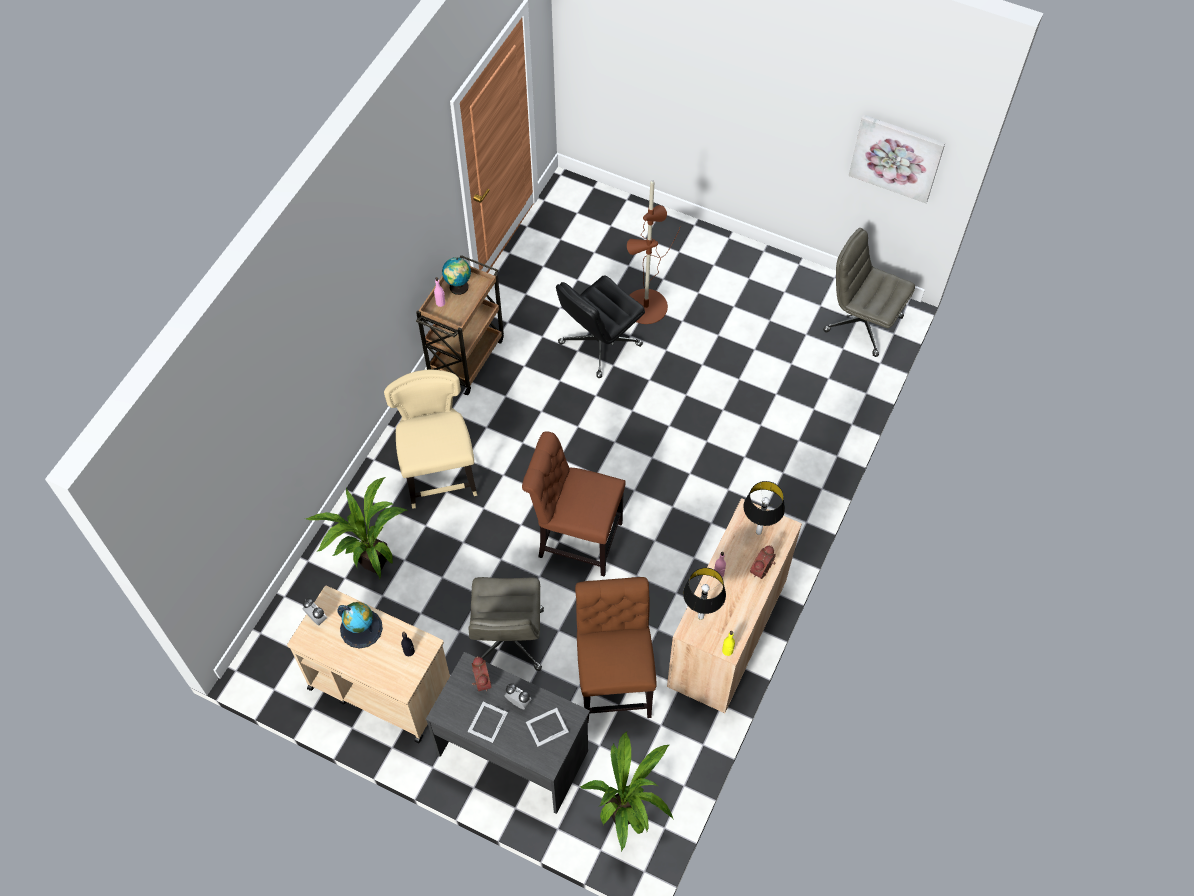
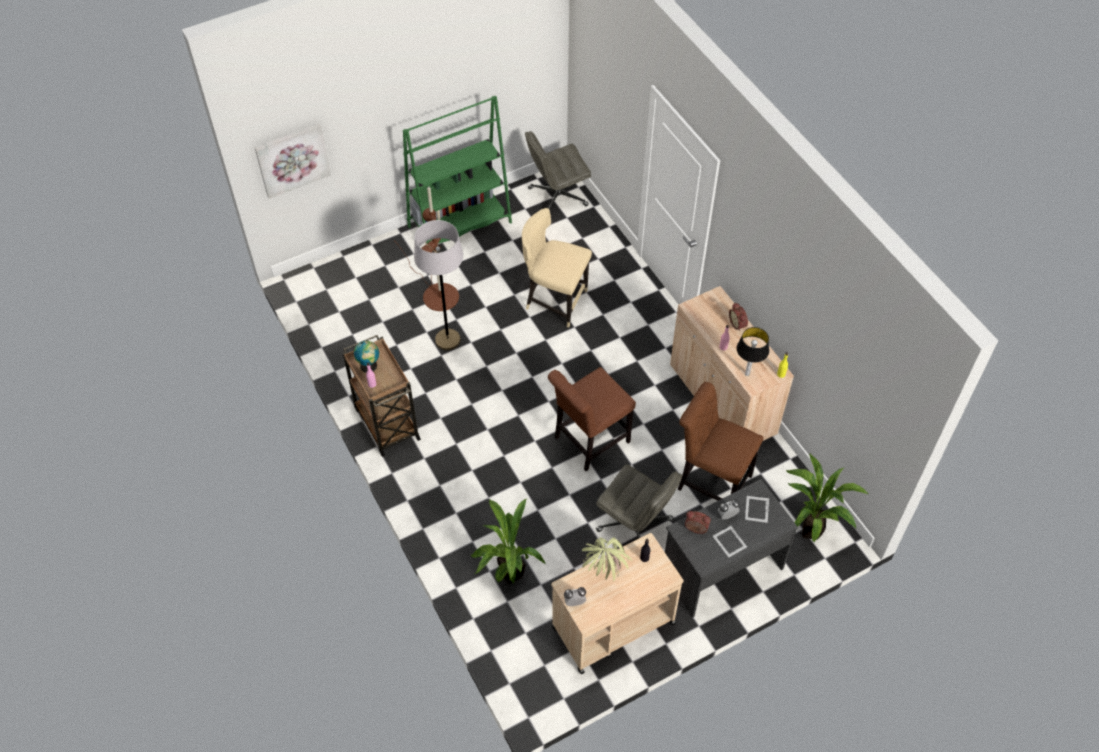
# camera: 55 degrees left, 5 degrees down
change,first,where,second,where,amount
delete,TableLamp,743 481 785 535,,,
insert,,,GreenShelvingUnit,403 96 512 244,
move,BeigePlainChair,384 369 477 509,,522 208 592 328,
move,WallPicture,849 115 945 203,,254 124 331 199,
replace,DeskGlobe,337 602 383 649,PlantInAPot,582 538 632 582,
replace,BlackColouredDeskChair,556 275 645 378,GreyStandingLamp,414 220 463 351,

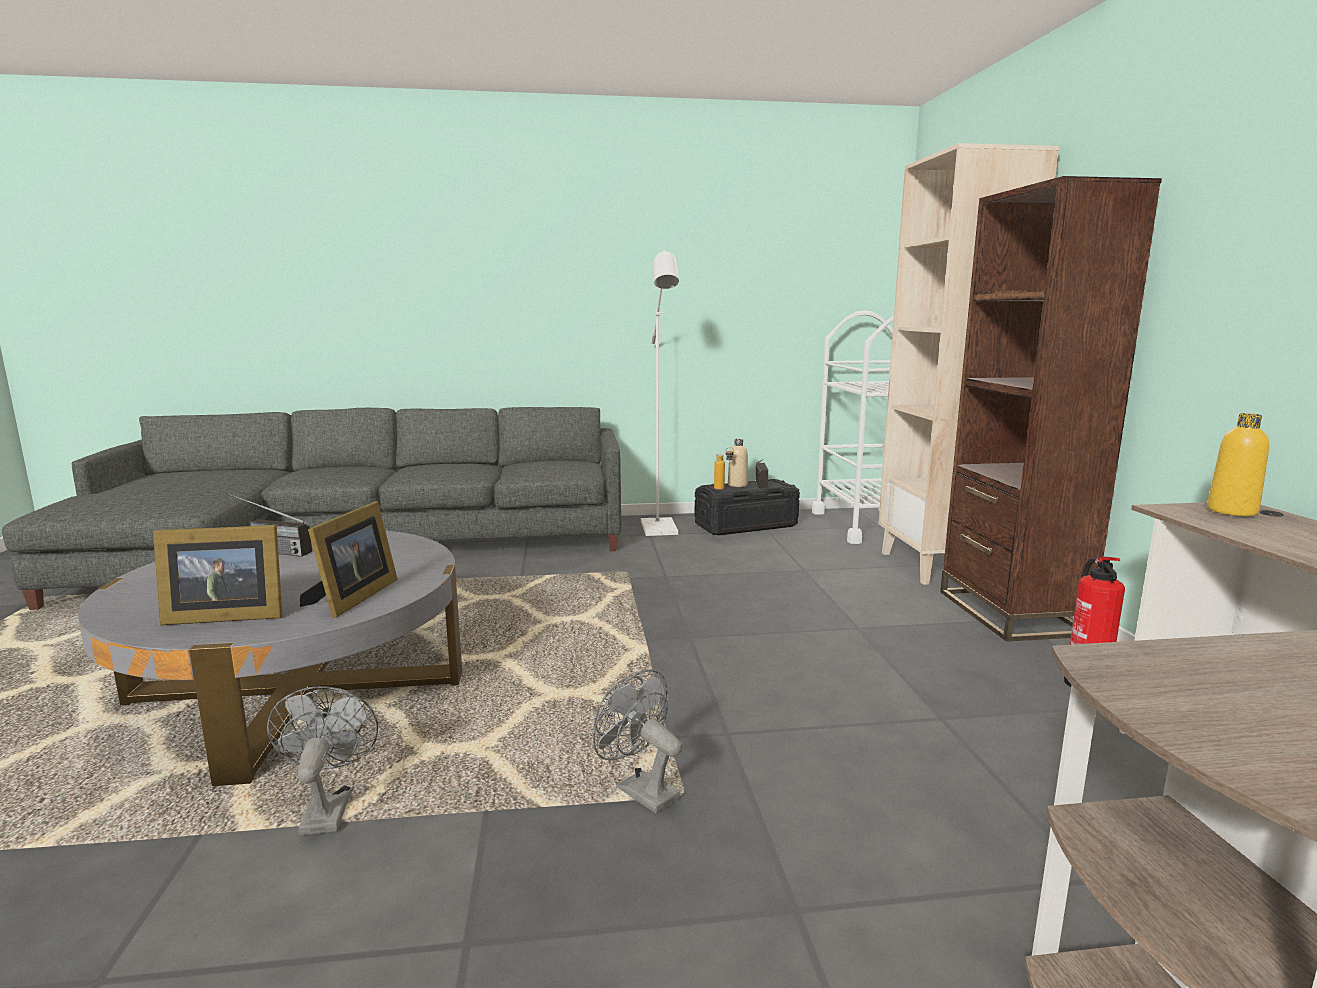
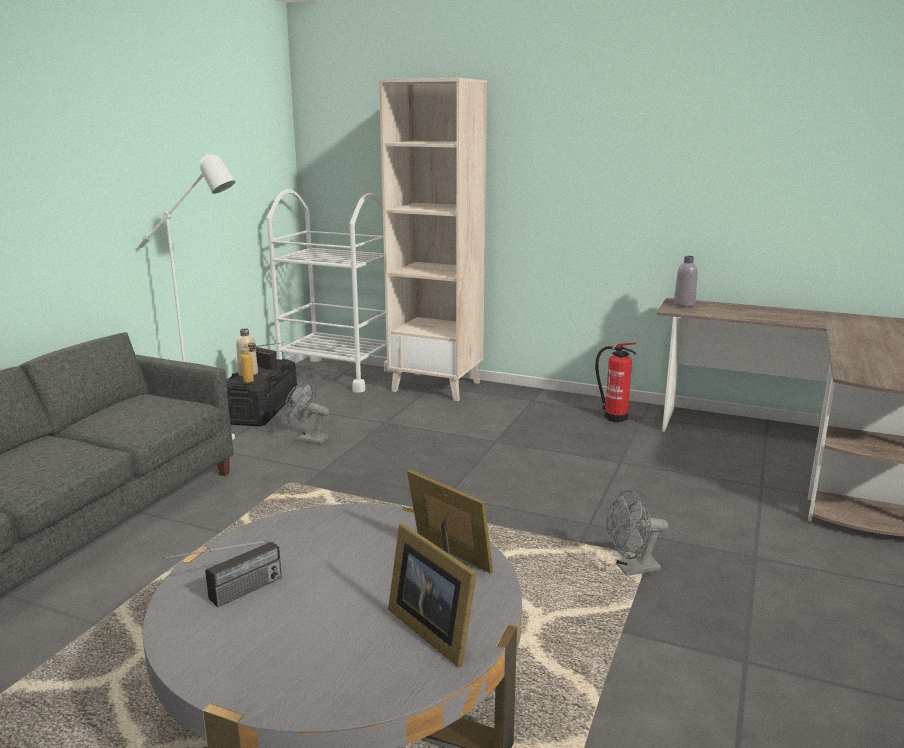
# camera: 60 degrees left, 5 degrees up
change,first,where,second,where,amount
delete,BrownShelvingUnit,940 176 1162 642,,,
move,GreyFan,267 686 378 835,,285 381 329 444,
recolor,YellowishBeverageBottle,1207 413 1269 516,GreyBeverageBottle,674 256 698 307,
rotate,StandingFrame,153 525 283 625,,388 523 477 668,120 degrees clockwise

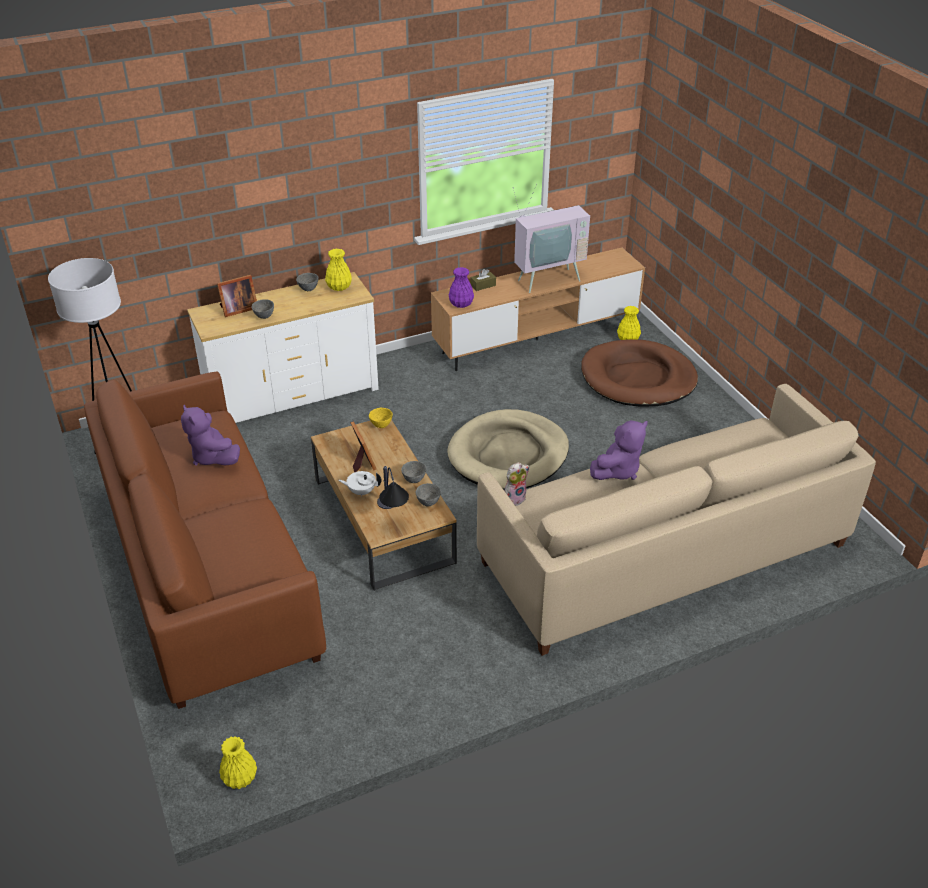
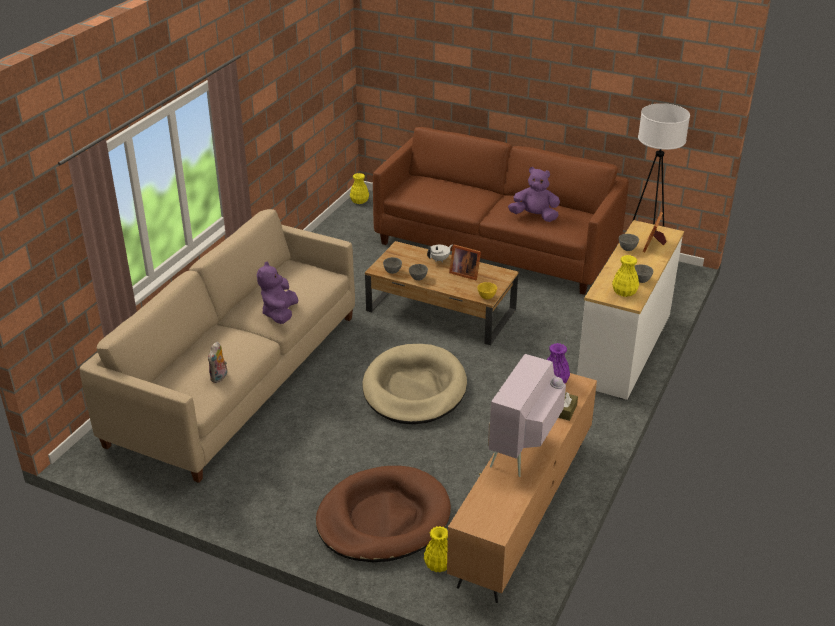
# camera: 140 degrees right, 5 degrees down
change,first,where,second,where,amount
delete,TableLamp,377 466 409 509,,,
move,PlushToy,504 462 530 506,,208 342 227 383,

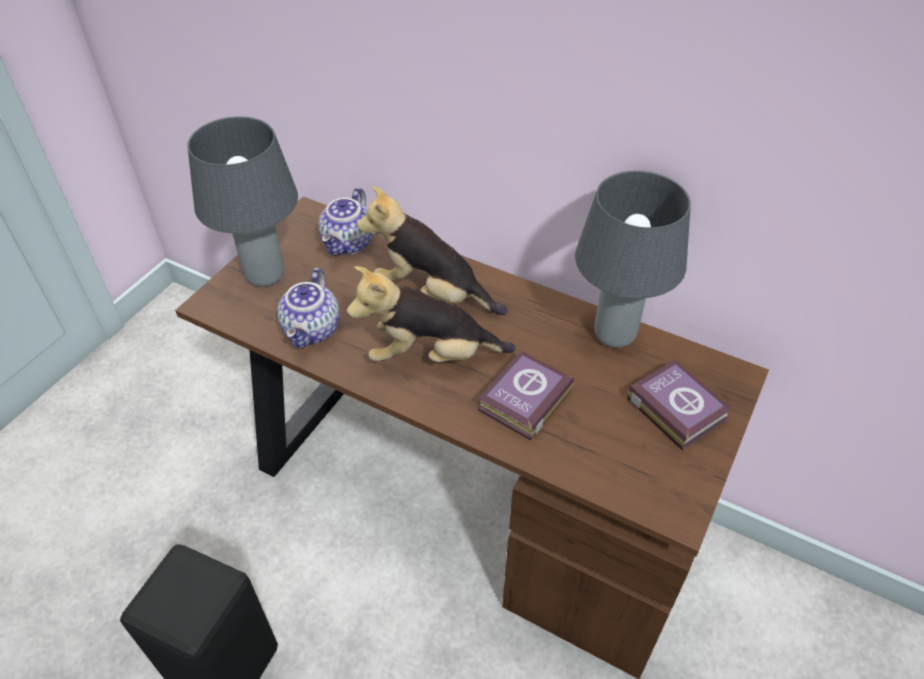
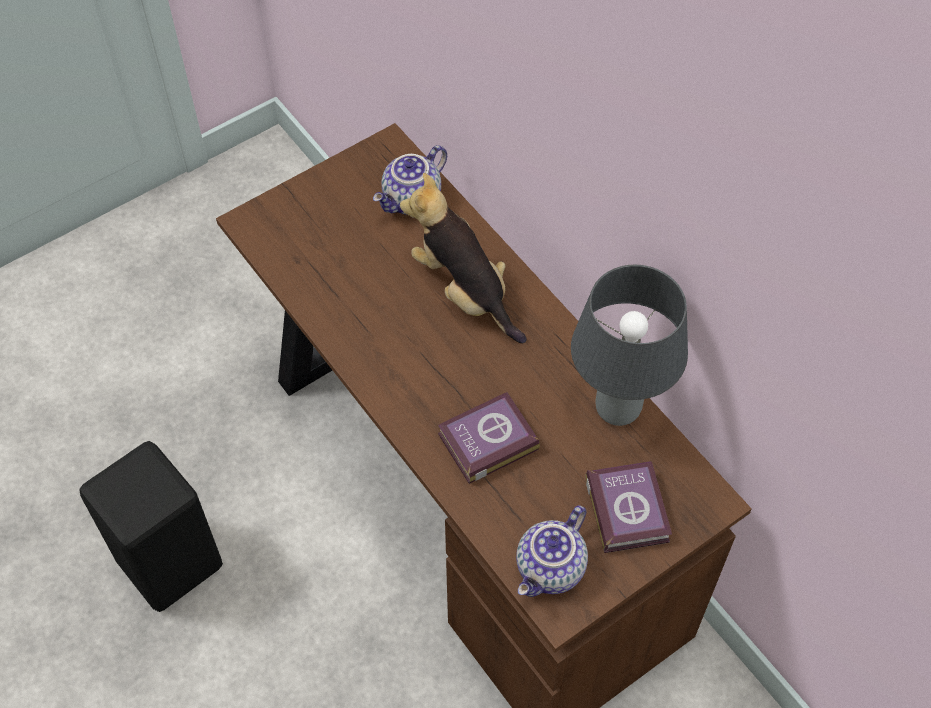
# camera: 25 degrees right, 10 degrees up
change,first,where,second,where,amount
delete,GreyTableLamp,187 116 298 287,,,
delete,PlushToy,347 266 515 362,,,
move,PotForTea,277 268 340 348,,516 505 588 597,

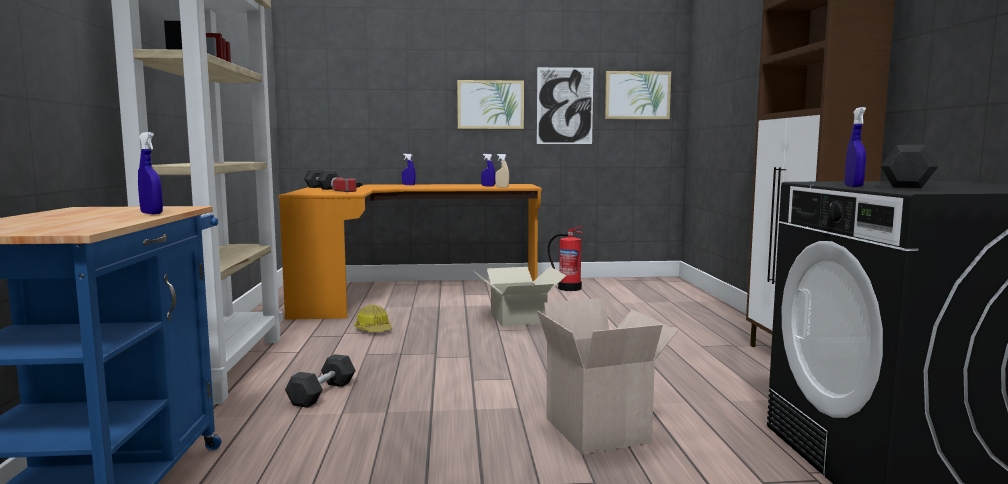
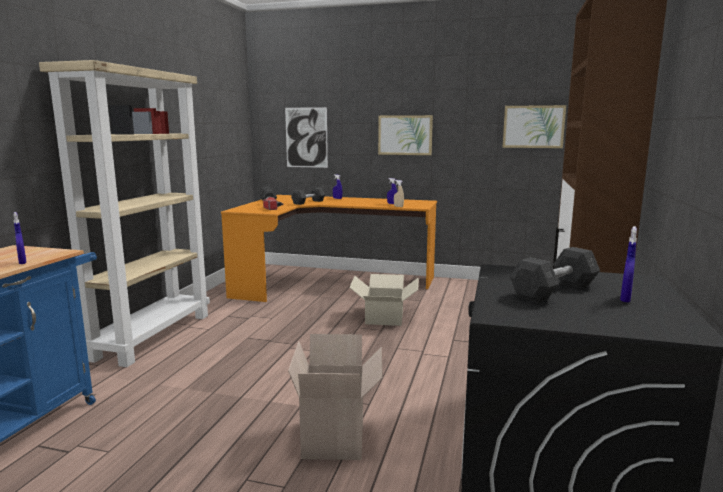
# camera: 20 degrees right, 5 degrees up
change,first,where,second,where,amount
delete,WorkHelmet,354 304 392 332,,,
delete,FireExtinguisher,548 226 583 291,,,
move,GreyHandWeight,285 354 356 408,,291 187 325 205,
move,WallPicture,537 67 594 144,,285 107 328 168,
move,BlueSprayer,845 107 866 187,,620 226 637 302,

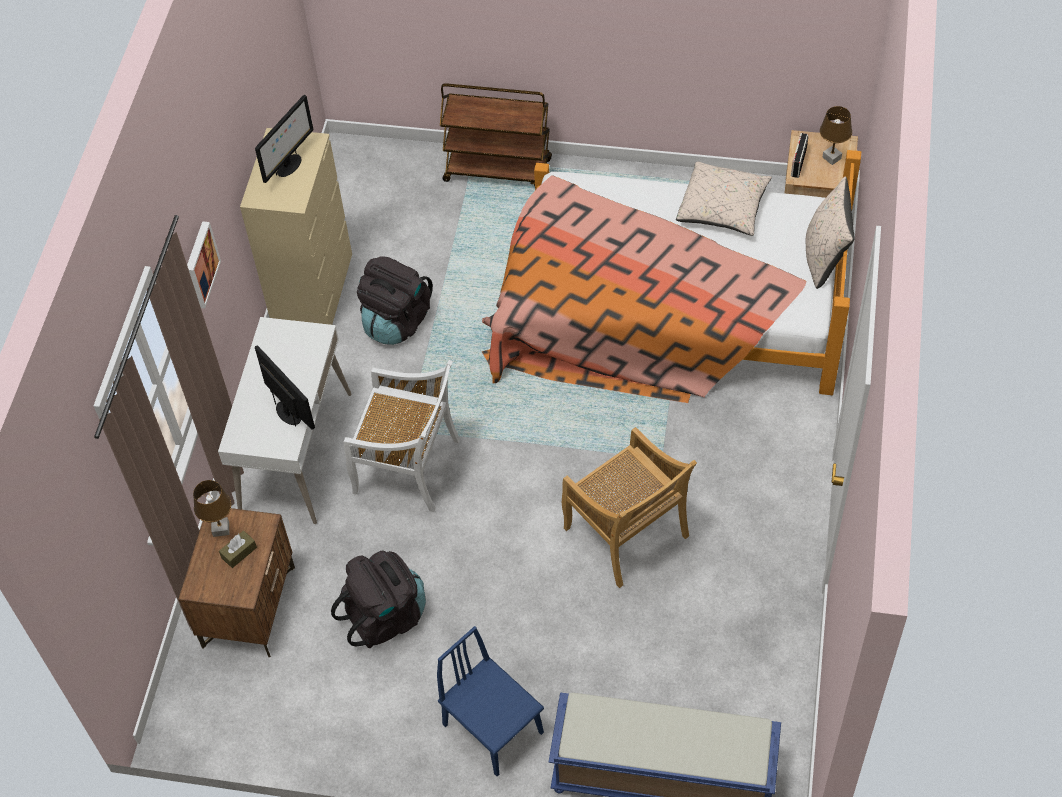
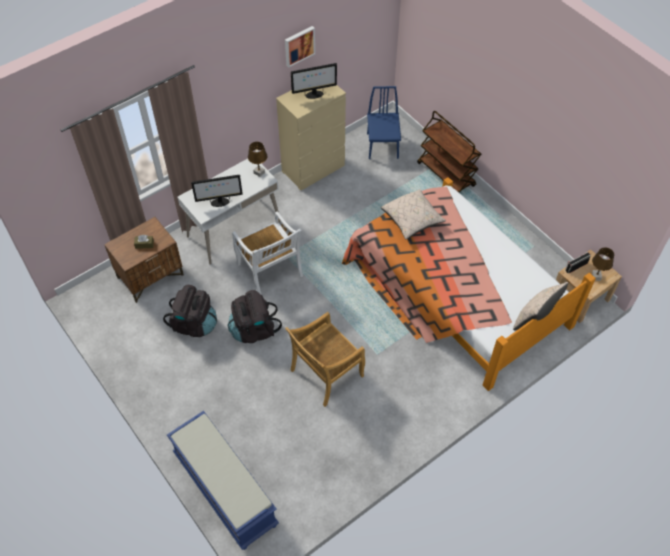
# camera: 40 degrees right, 0 degrees up
change,first,where,second,where,amount
move,WallPicture,187 221 221 308,,285 26 315 67,
move,BrownTableLamp,193 480 231 537,,248 142 267 177,
move,BlackColouredKnapsack,357 256 433 345,,228 290 282 343,
move,BluePlainChair,437 626 544 776,,367 86 401 159,
move,BeigePillow,676 162 772 236,,381 189 446 239,
rotate,ComputerDisplay,255 345 315 430,,191 175 243 207,75 degrees clockwise
rotate,BeigePlainChair,562 427 697 588,,285 312 365 407,45 degrees clockwise

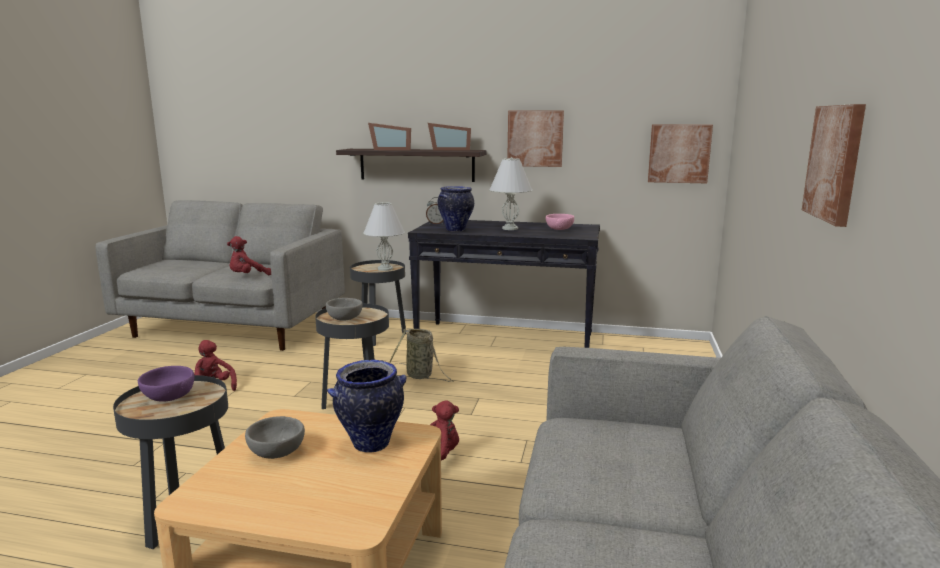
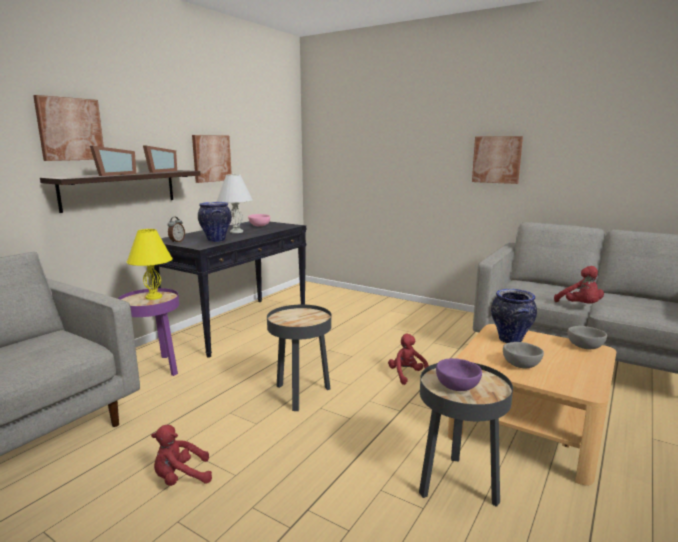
# camera: 70 degrees left, 0 degrees up
change,first,where,second,where,amount
delete,Basket,389 328 453 382,,,
move,RedColouredPlushToy,227 236 271 275,,554 266 604 304,
move,GreyDeepDish,326 298 363 321,,567 326 607 349,
move,WallPicture,648 124 713 183,,33 95 104 161,
recolor,BlackColouredAccentTable,350 260 407 346,PurpleColouredAccentTable,117 288 179 376,
recolor,WhiteTableLamp,363 202 405 271,YellowishTableLamp,127 229 173 300,

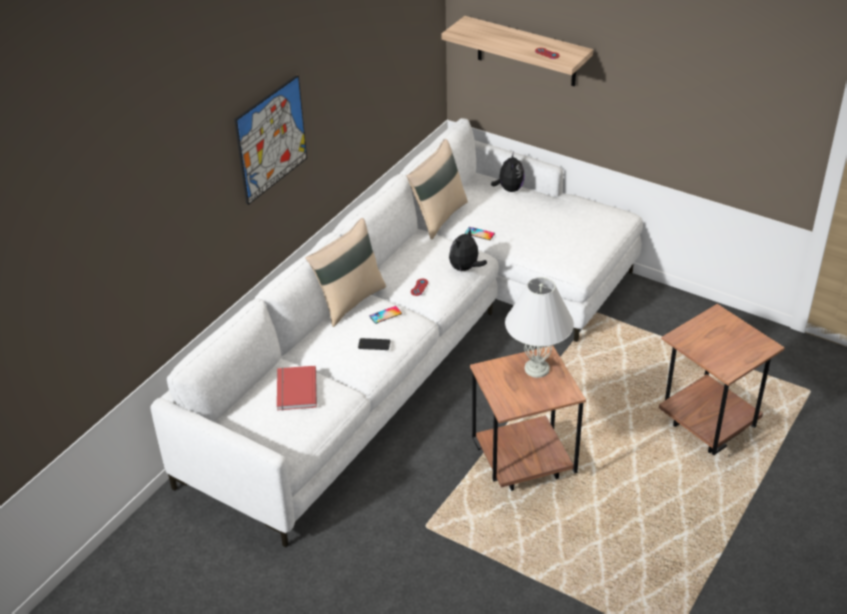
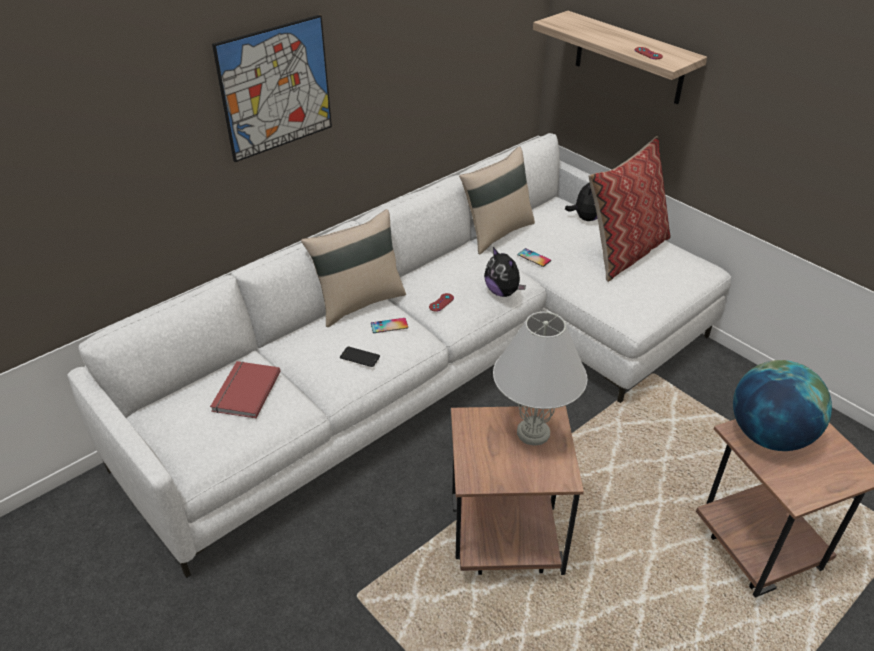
# camera: 15 degrees right, 0 degrees up
change,first,where,second,where,amount
insert,,,Pillow,588 136 671 282,
insert,,,DeskGlobe,733 360 832 451,
rotate,PlushToy,449 229 487 273,,484 247 526 297,90 degrees counterclockwise

